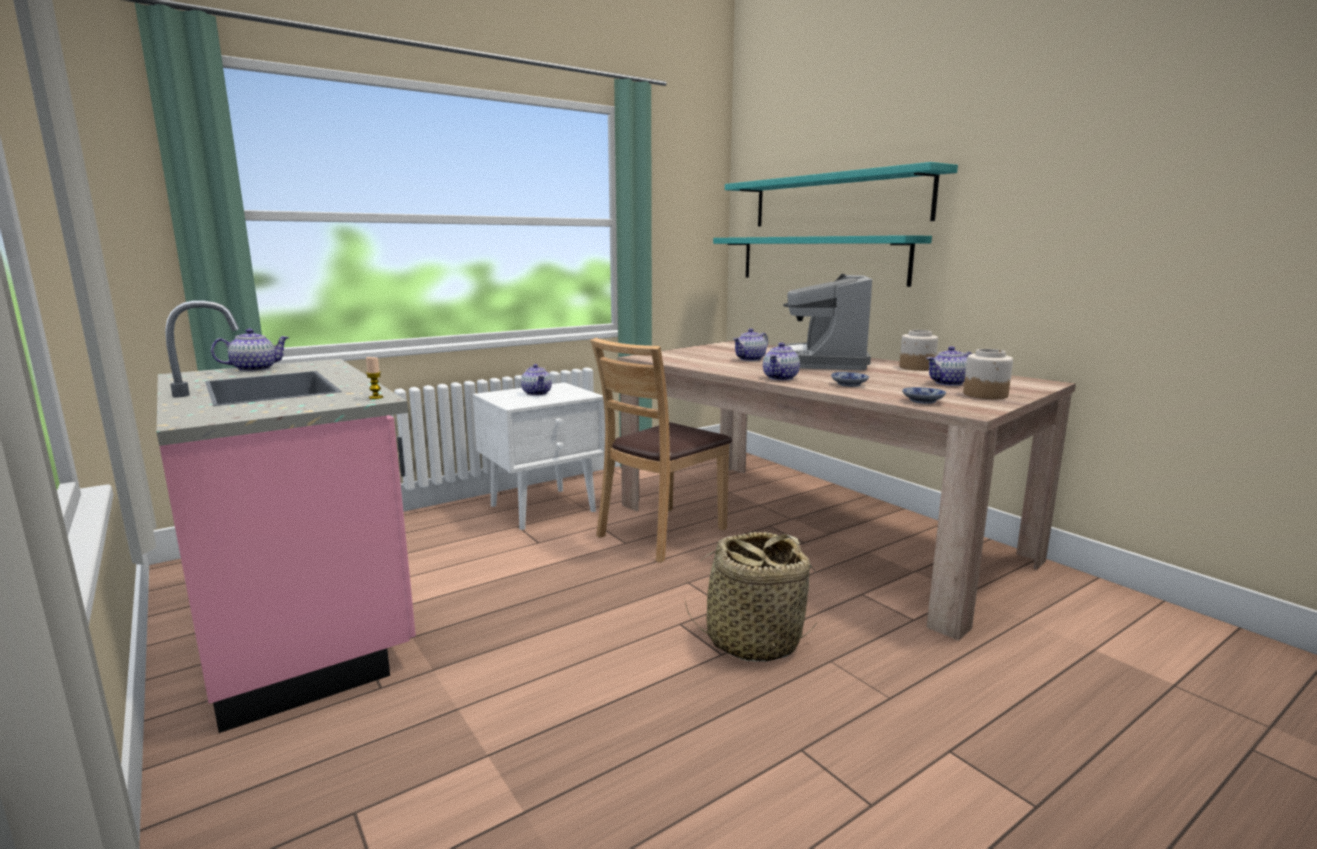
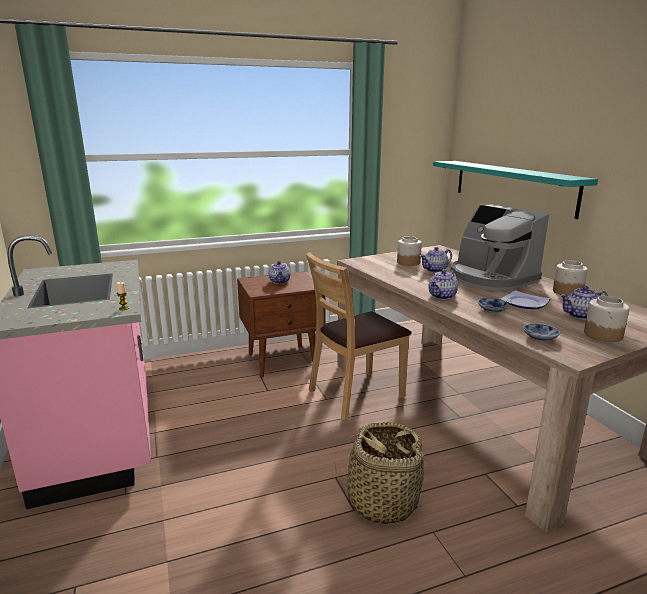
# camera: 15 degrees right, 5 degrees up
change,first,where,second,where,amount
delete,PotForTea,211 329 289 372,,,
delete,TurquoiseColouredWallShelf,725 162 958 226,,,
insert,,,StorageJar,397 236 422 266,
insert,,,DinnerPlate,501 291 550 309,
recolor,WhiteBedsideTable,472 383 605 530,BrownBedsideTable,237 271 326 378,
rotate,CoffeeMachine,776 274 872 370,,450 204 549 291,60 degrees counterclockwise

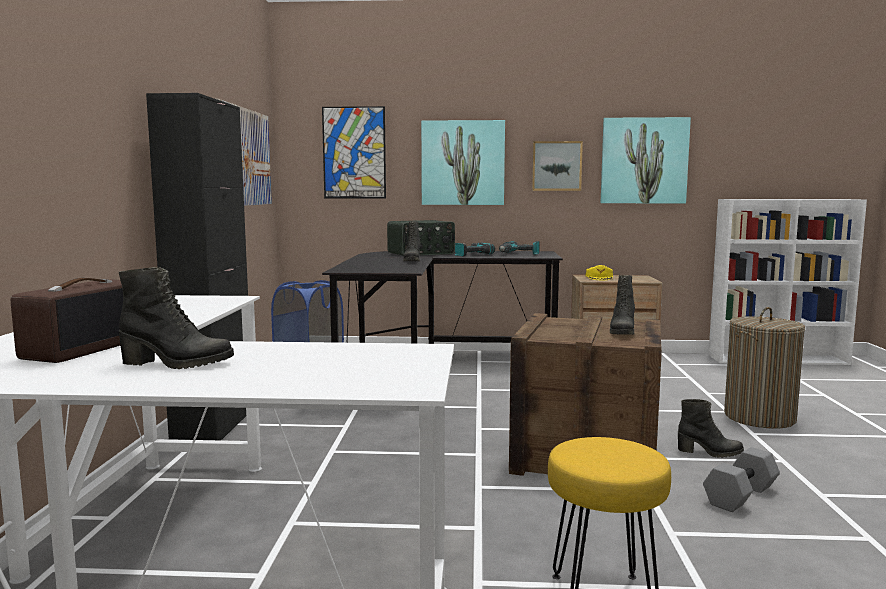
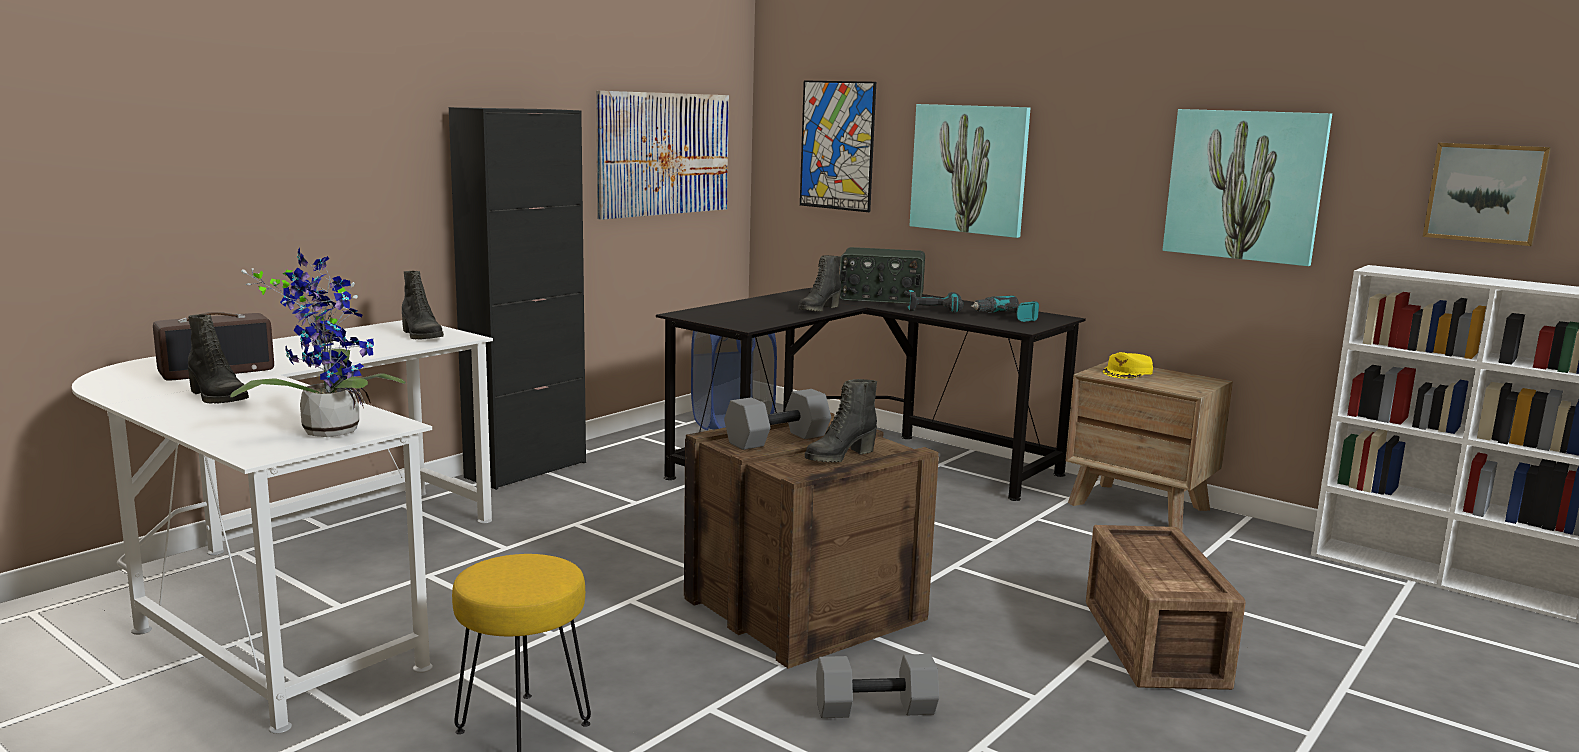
# camera: 35 degrees right, 5 degrees up
change,first,where,second,where,amount
insert,,,PlantInAPot,230 248 406 437,
insert,,,GreyHandWeight,724 389 831 450,
move,WallPicture,532 141 583 191,,1423 143 1551 246,
move,BlackColouredTallBoot,678 399 744 458,,402 271 444 340,
replace,Hamper,724 307 805 429,Crate,1086 525 1246 690,

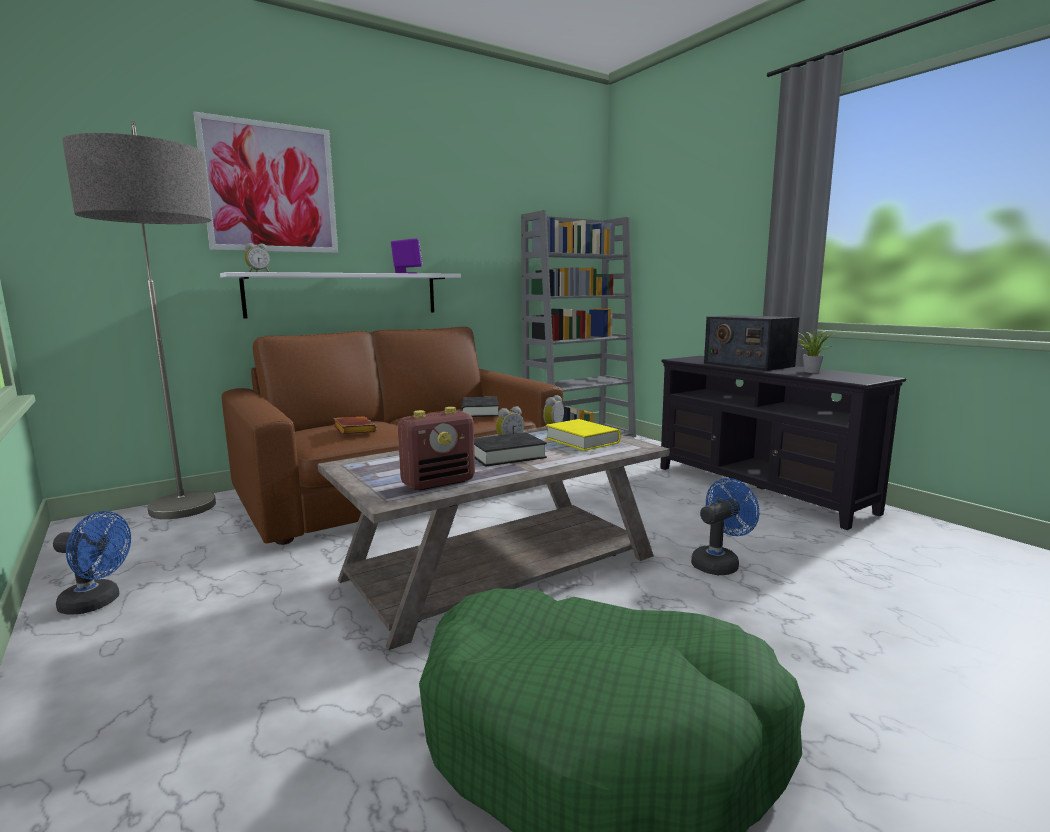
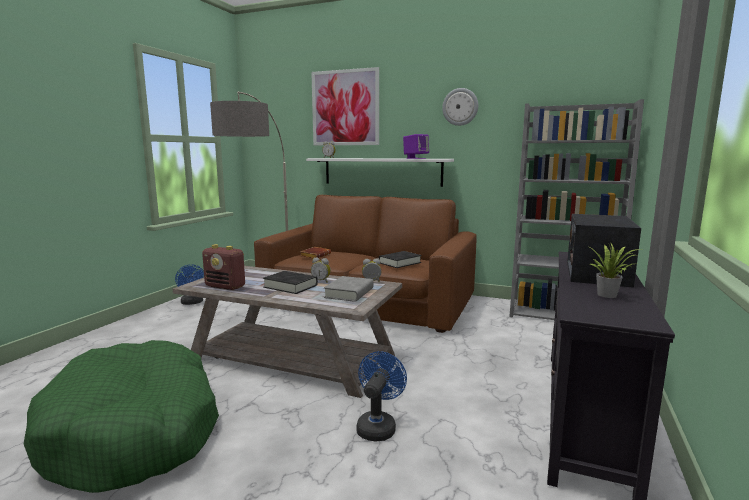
# camera: 55 degrees right, 0 degrees up
change,first,where,second,where,amount
insert,,,ClockOnTheWall,442 88 478 126,
recolor,YellowishBook,546 419 621 451,GreyBook,324 276 373 302,
rotate,BlueFan,691 478 759 575,,356 351 407 441,90 degrees counterclockwise

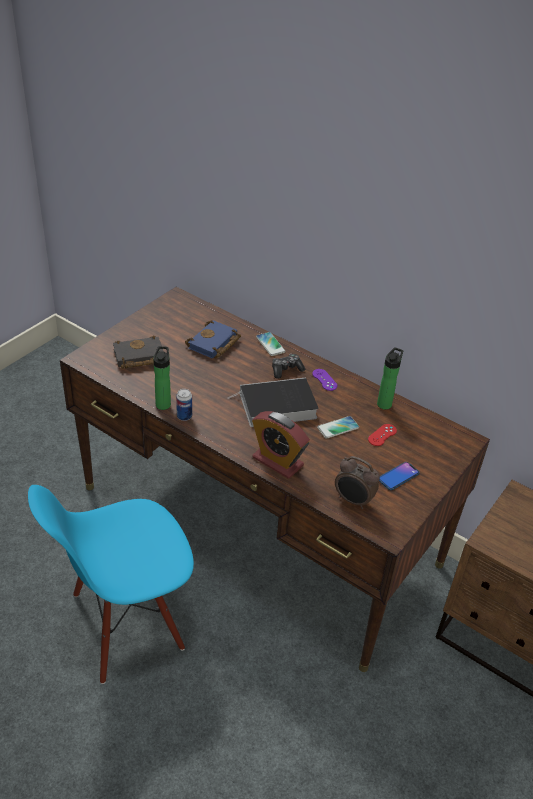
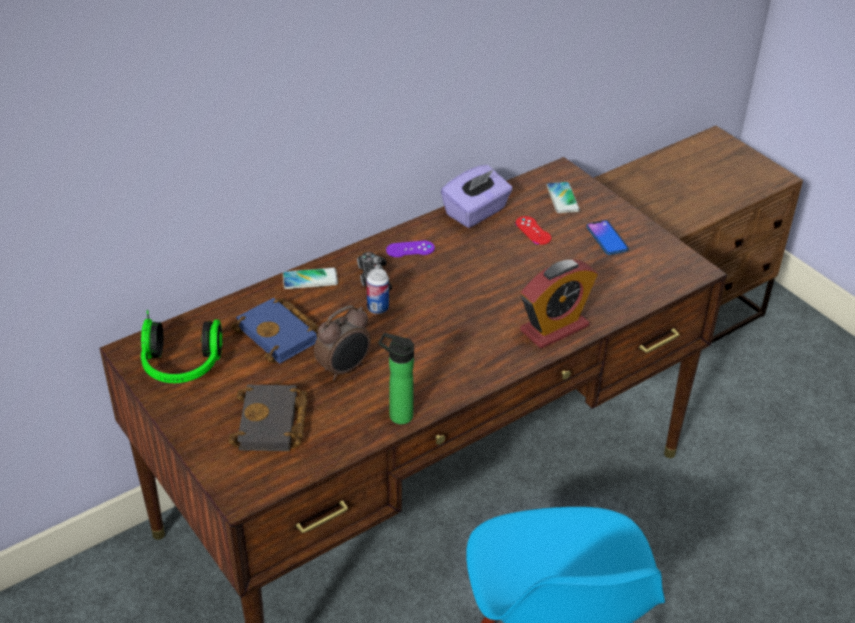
# camera: 70 degrees left, 0 degrees up
change,first,where,second,where,amount
delete,Book,228 378 319 427,,,
insert,,,PairOfHeadphones,141 310 222 383,
move,Can,176 389 192 421,,366 269 389 314,
move,Phone,317 416 359 439,,546 182 580 213,
move,TableClock,335 456 380 509,,314 305 371 381,
replace,BeverageBottle,377 347 403 410,PurpleColouredTissueBox,441 165 513 228,

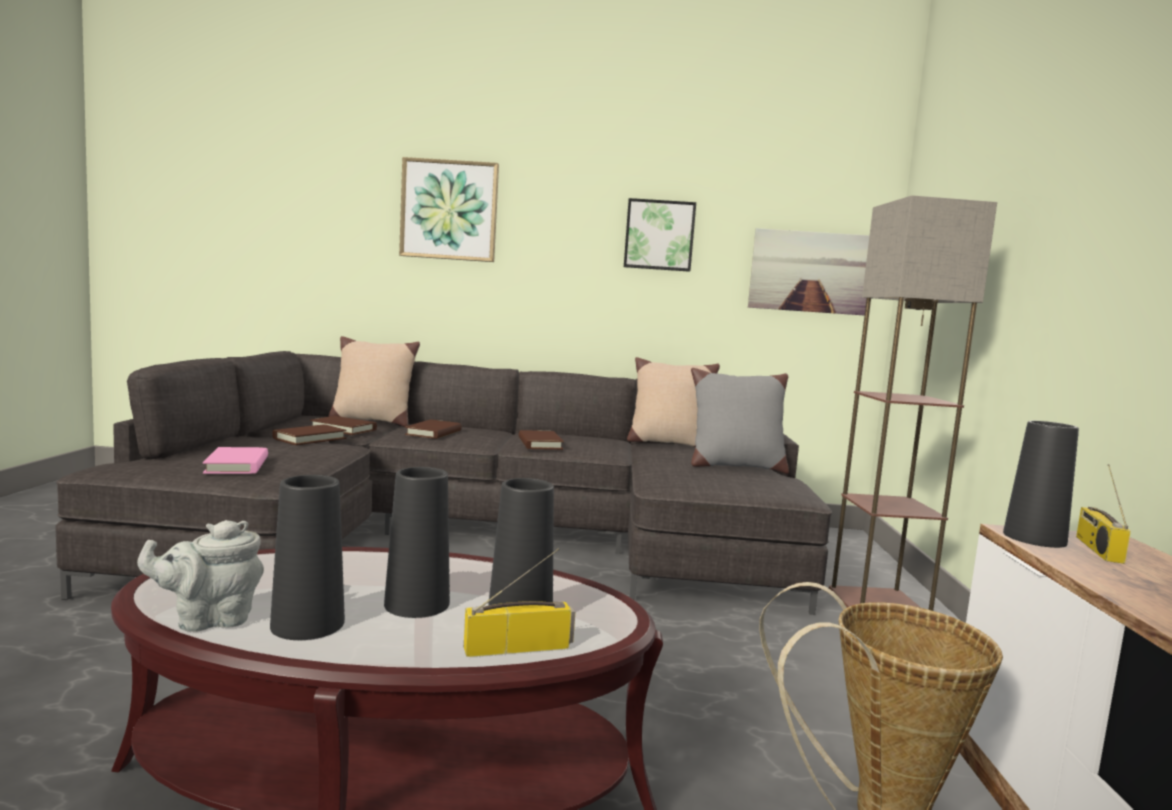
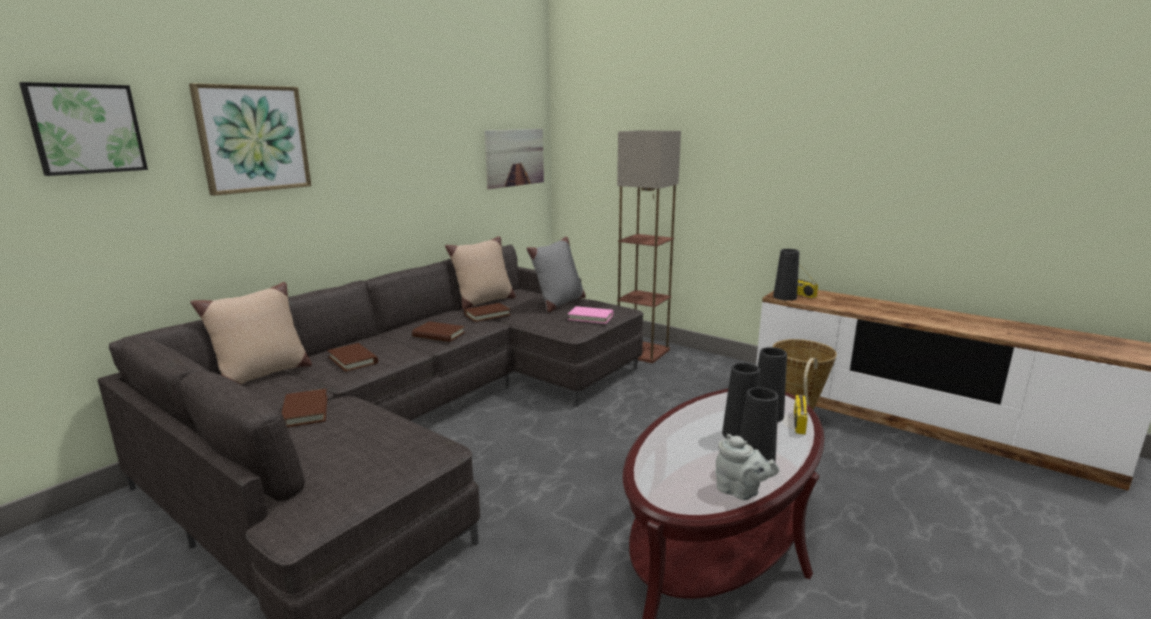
# camera: 55 degrees left, 10 degrees up
change,first,where,second,where,amount
move,PinkishBook,203 447 268 474,,568 306 613 324,
move,BrownBook,310 416 377 435,,464 303 511 322,
move,WallPicture,624 198 696 272,,19 82 148 176,
rotate,GreyPotForTea,137 520 264 632,,716 434 779 500,60 degrees counterclockwise

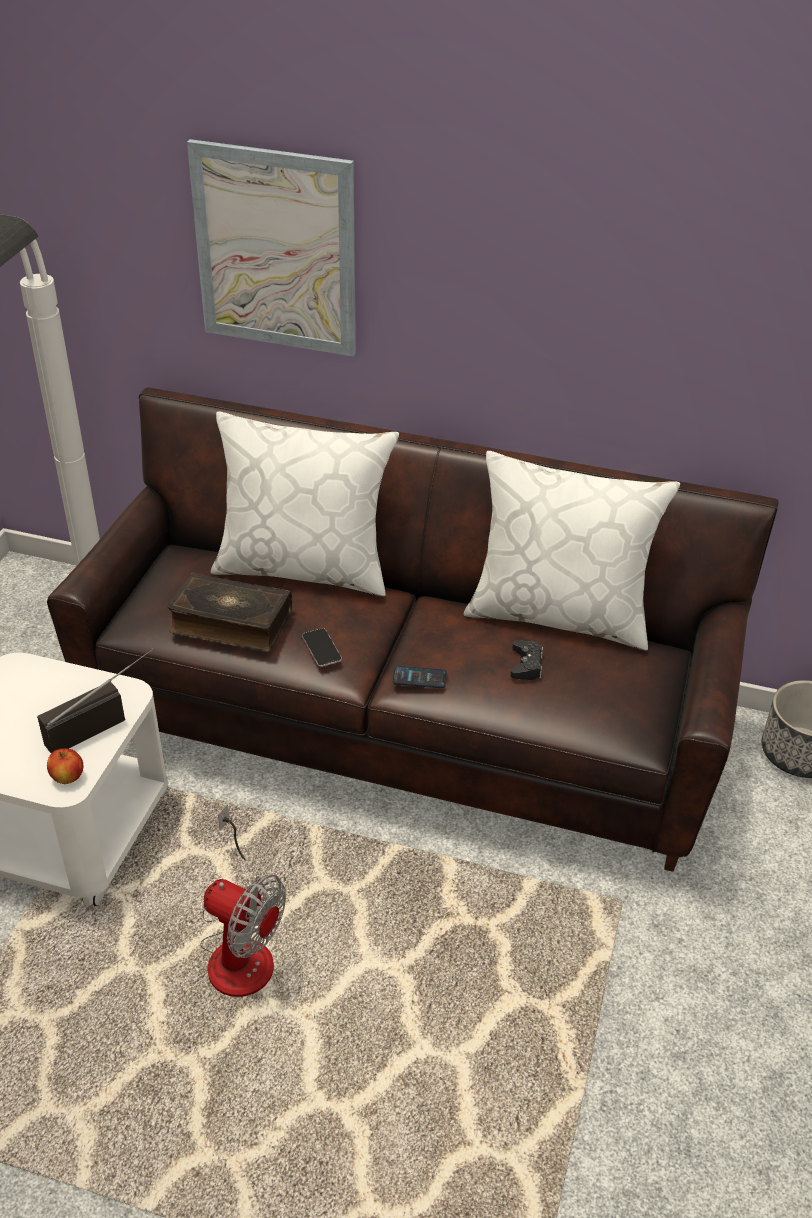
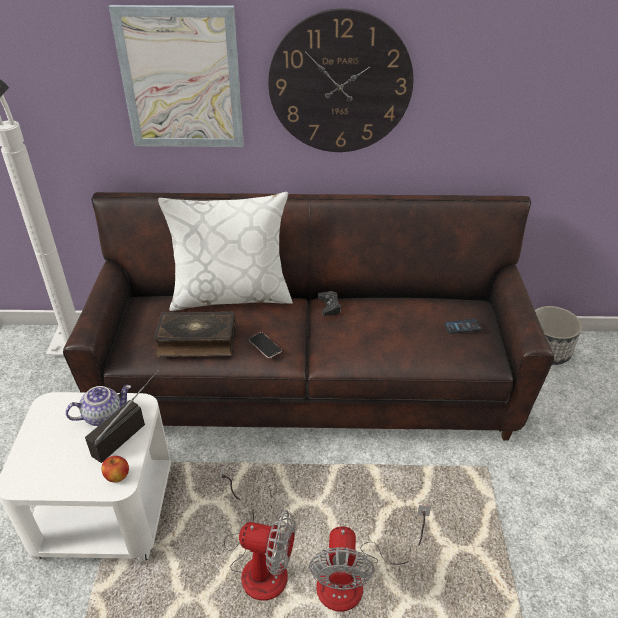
# camera: 15 degrees left, 0 degrees up
change,first,where,second,where,amount
delete,WhitePillow,463 451 680 651,,,
insert,,,PotForTea,66 385 131 426,
insert,,,ClockOnTheWall,268 8 413 152,
insert,,,Fan,309 505 431 612,
move,Phone,392 666 447 688,,444 319 482 334,
move,BlackColouredGameController,510 640 543 680,,318 291 341 316,

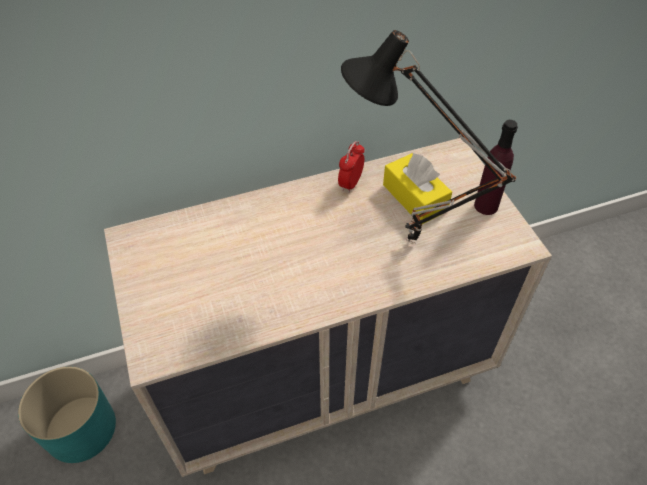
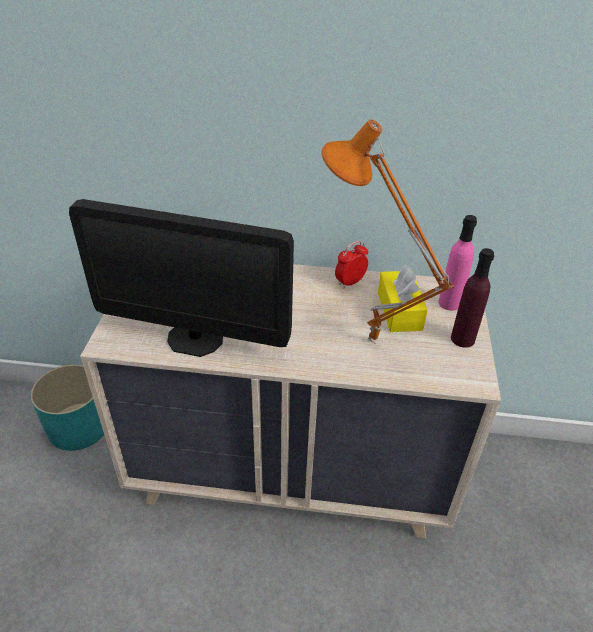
# camera: 25 degrees right, 10 degrees down
change,first,where,second,where,amount
insert,,,ComputerDisplay,69 199 294 357,
insert,,,PinkishBeverageBottle,438 215 477 311,
recolor,BlackColouredTableLamp,341 30 516 243,OrangeTableLamp,322 119 454 344,

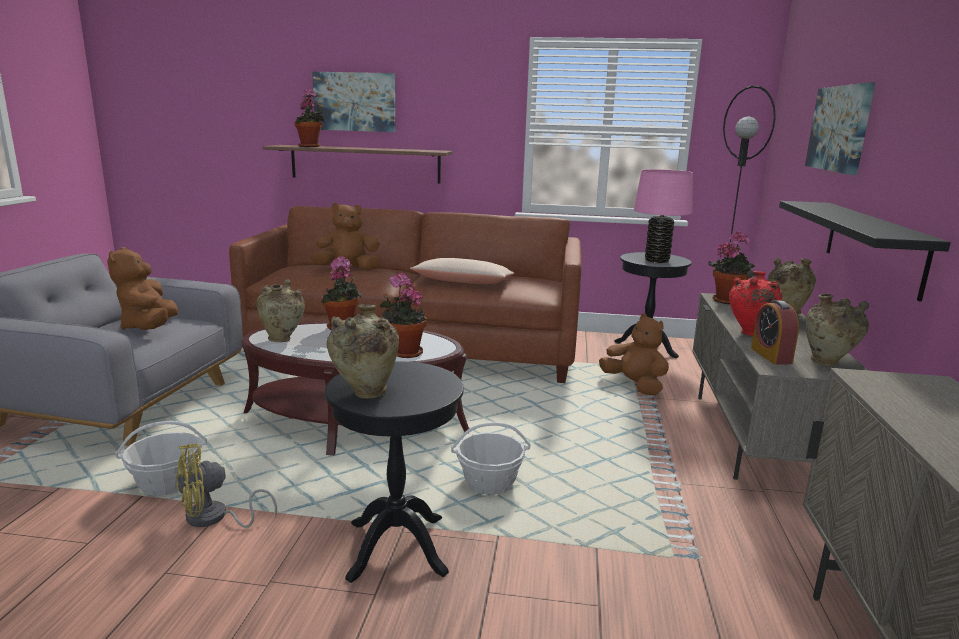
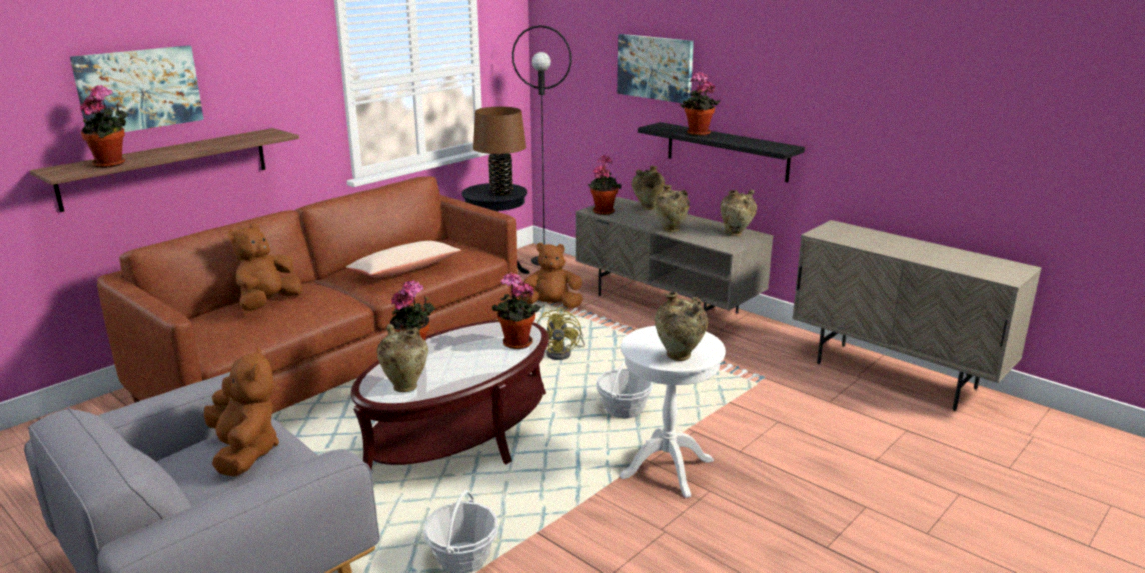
# camera: 55 degrees left, 5 degrees up
change,first,where,second,where,amount
delete,TableClock,751 300 799 365,,,
insert,,,PlantInAPot,680 72 720 136,
move,YellowishFan,176 443 277 528,,537 307 585 360,
recolor,BlackColouredAccentTable,325 361 464 583,WhiteAccentTable,620 325 726 498,
recolor,PinkishTableLamp,634 169 693 263,BrownTableLamp,473 107 526 196,
recolor,RedColouredFlowerVase,729 271 783 336,BeigeFlowerVase,654 185 690 232,
rotate,BrownPlushToy,107 247 178 330,,204 347 279 477,135 degrees counterclockwise

